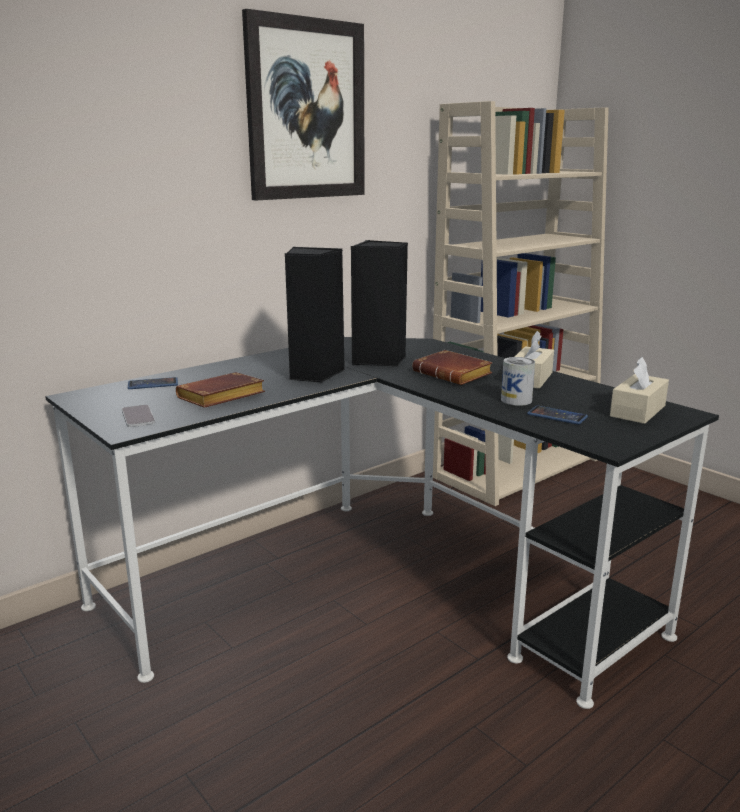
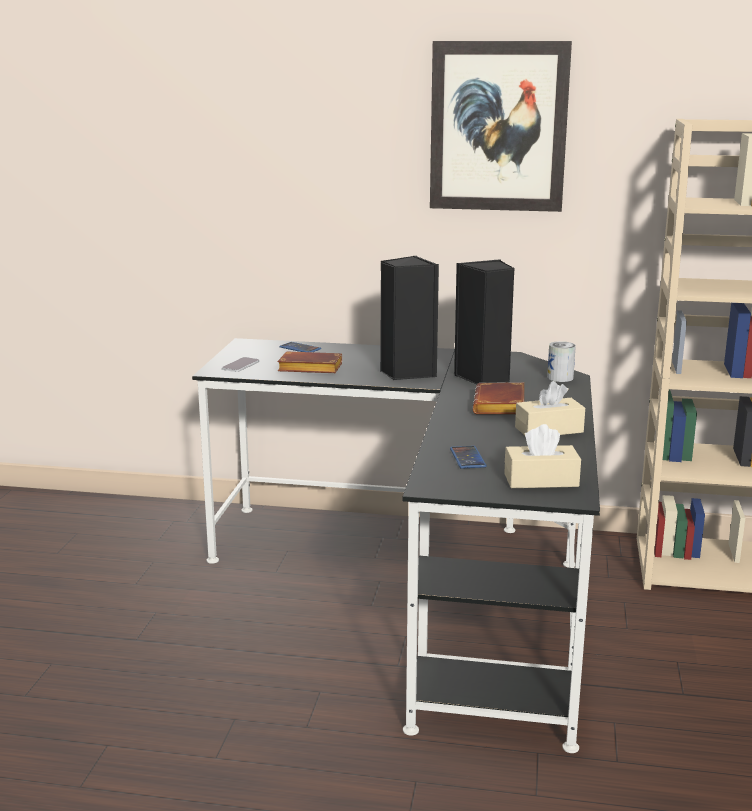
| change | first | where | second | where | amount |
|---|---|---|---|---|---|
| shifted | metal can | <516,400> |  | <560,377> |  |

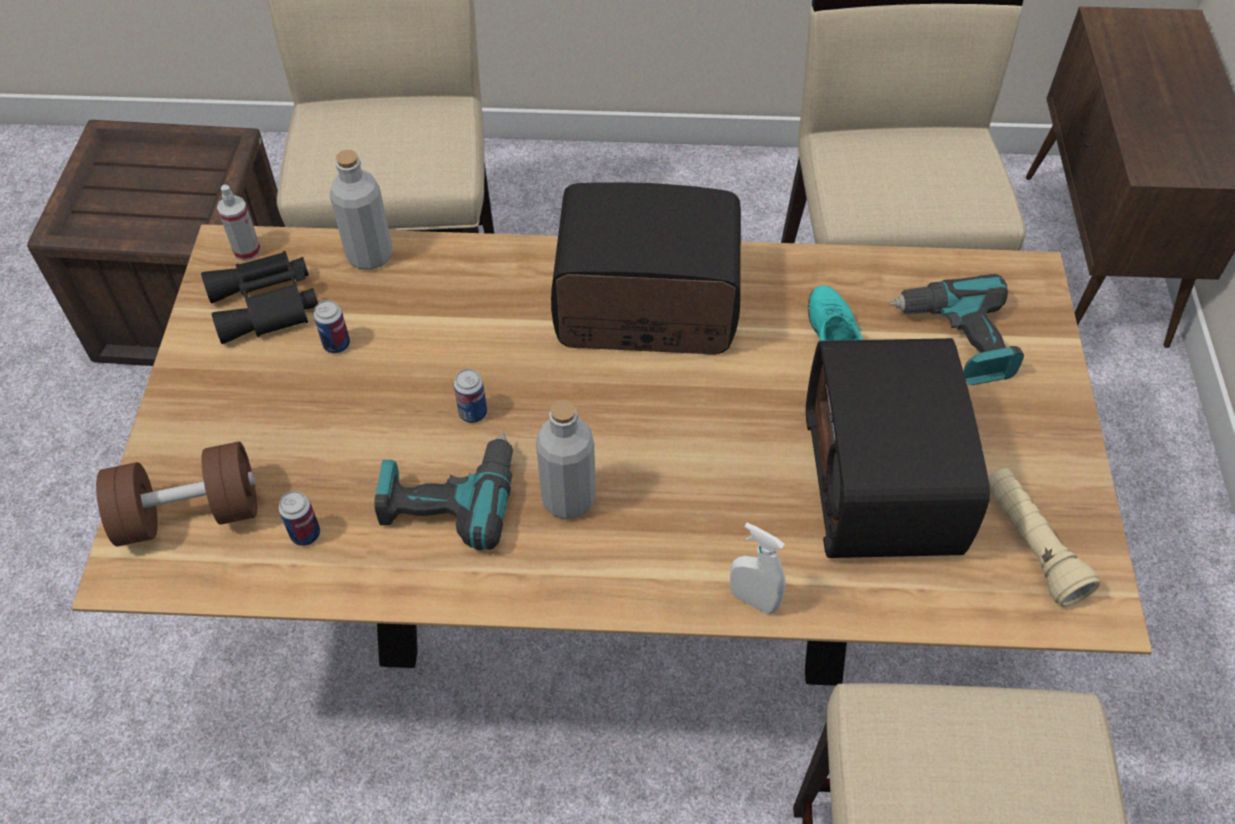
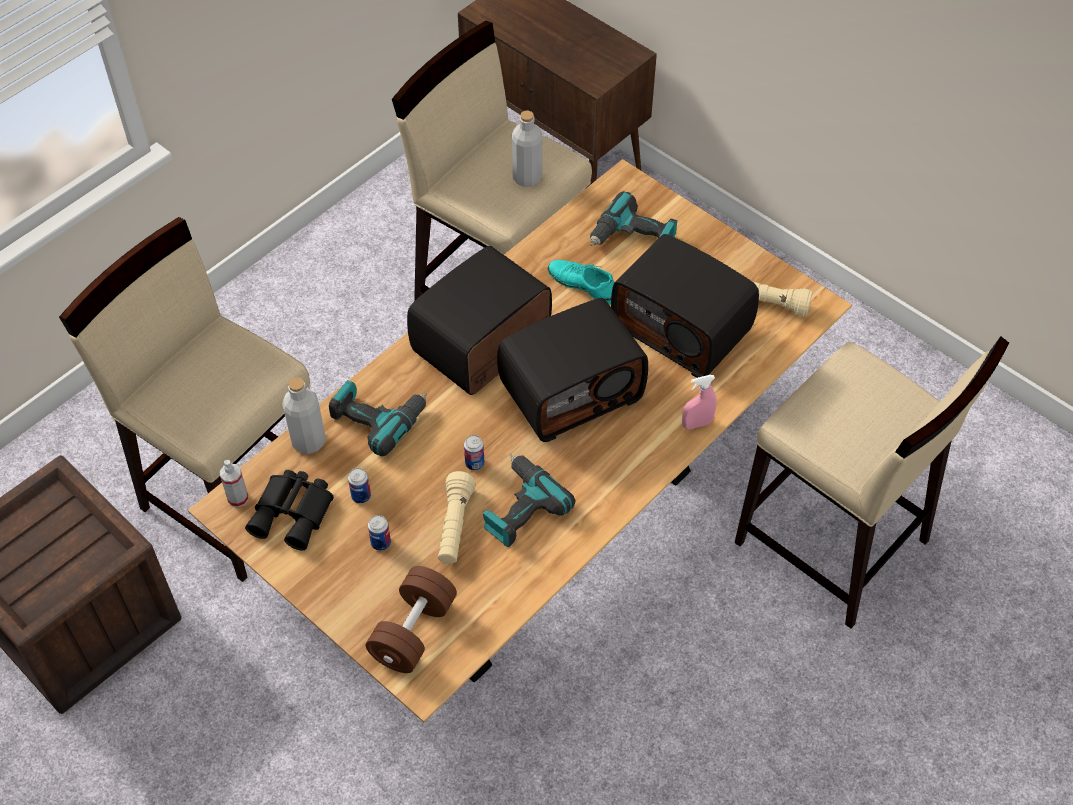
| change | first | where | second | where | amount |
|---|---|---|---|---|---|
| shifted | metal can | <305,534> |  | <381,543> |  |
| shifted | beverage bottle/gray | <568,499> |  | <527,177> |  |
| repainted | sprayer/white-coloured | <753,600> | sprayer/pinkish | <697,424> |  |
| new |  |  | electric drill | <378,418> |  |
| new |  |  | flashlight/beige | <455,526> |  |
| new |  |  | radio receiver | <571,390> |  |

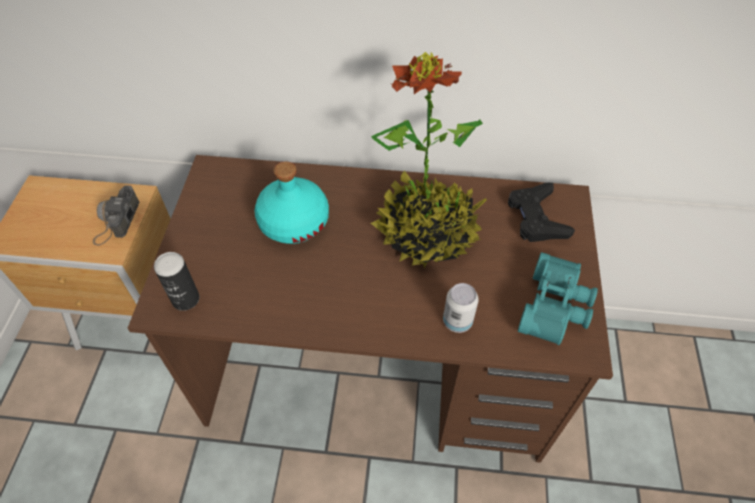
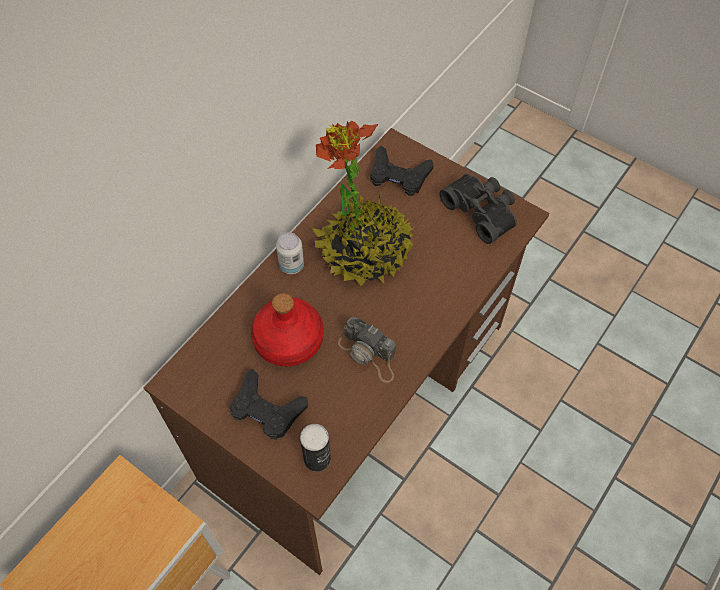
| change | first | where | second | where | amount |
|---|---|---|---|---|---|
| shifted | still camera | <117,221> |  | <369,354> |  |
| repainted | beverage bottle/turquoise-coloured | <293,221> | beverage bottle/red | <288,340> |  |
| shifted | metal can | <457,321> |  | <291,265> |  |
| repainted | binoculars/turquoise-coloured | <556,307> | binoculars/black-coloured | <482,211> |  |
| new |  |  | game controller/black-coloured | <266,409> |  |

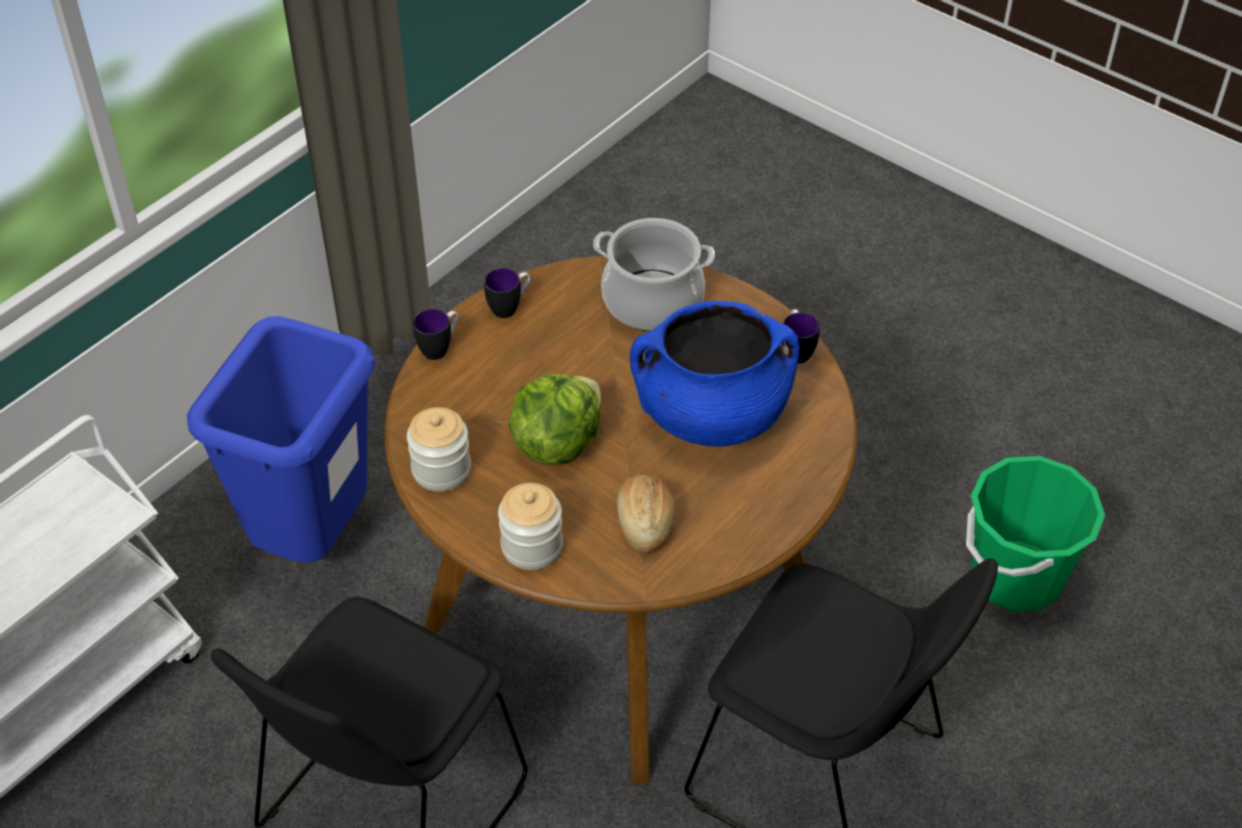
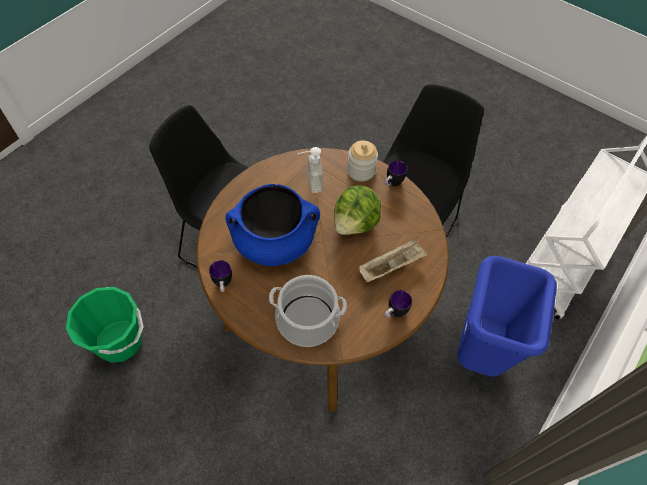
| change | first | where | second | where | amount |
|---|---|---|---|---|---|
| gone | preserve jar | <441,470> |  |  |  |
| shifted | tea mug | <440,348> |  | <392,184> |  |
| swapped | bakery bread | <645,522> | soap dispenser | <309,183> |  |
| new |  |  | serving tray/beige | <391,266> |  |

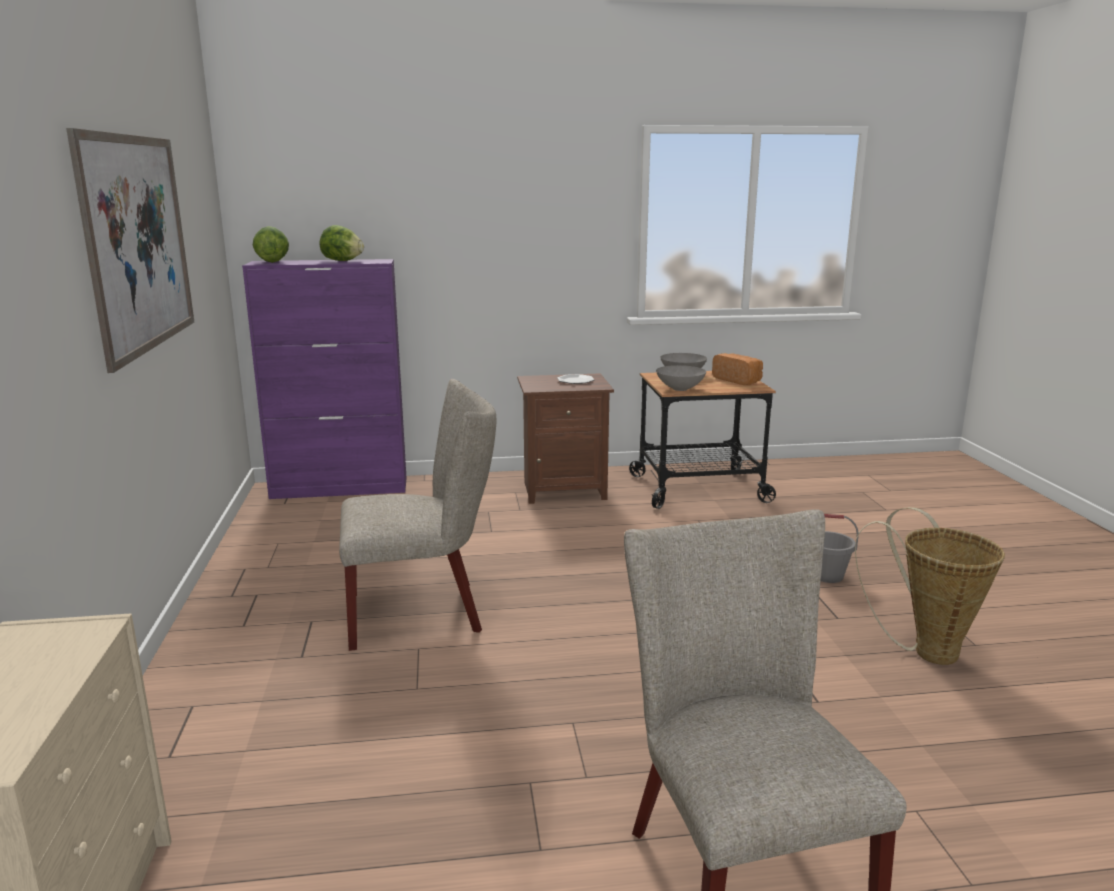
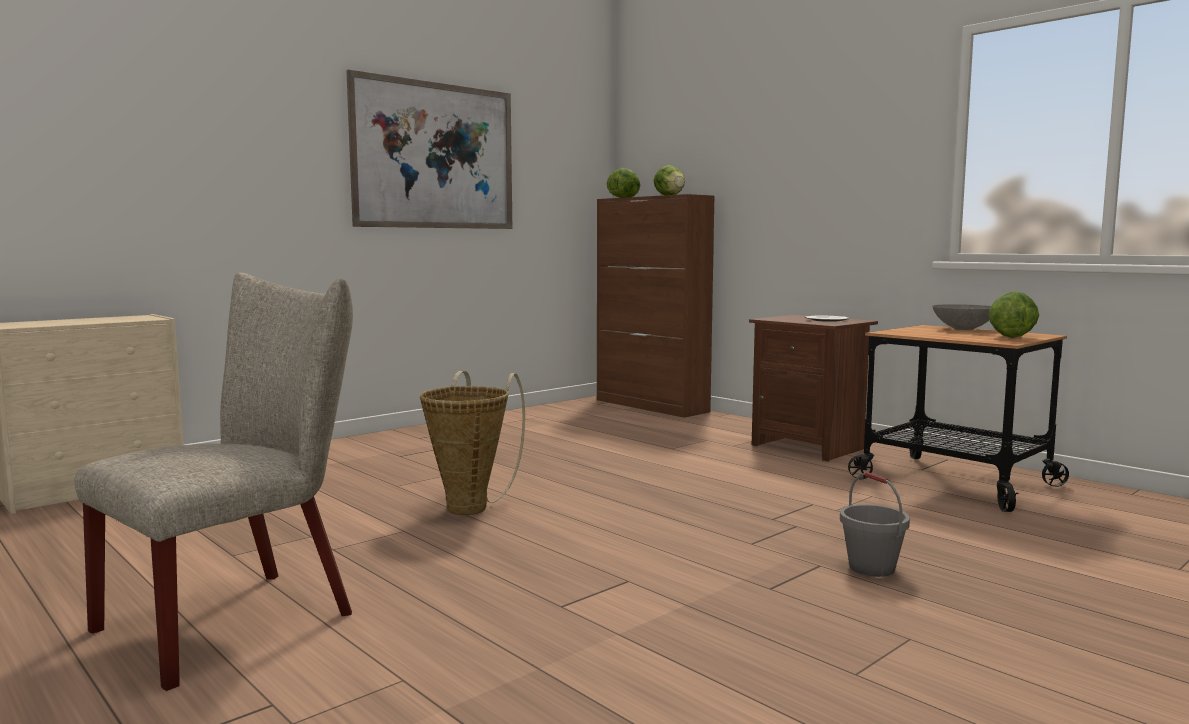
| change | first | where | second | where | amount |
|---|---|---|---|---|---|
| repainted | storage cabinet/purplish | <340,488> | storage cabinet/brown-coloured | <651,406> |  |
| gone | chair/beige | <423,612> |  |  |  |
| gone | deep dish/gray | <680,389> |  |  |  |
| swapped | bakery bread | <738,380> | head of lettuce | <1011,337> |  |
| shifted | household basket | <926,650> |  | <471,506> |  |

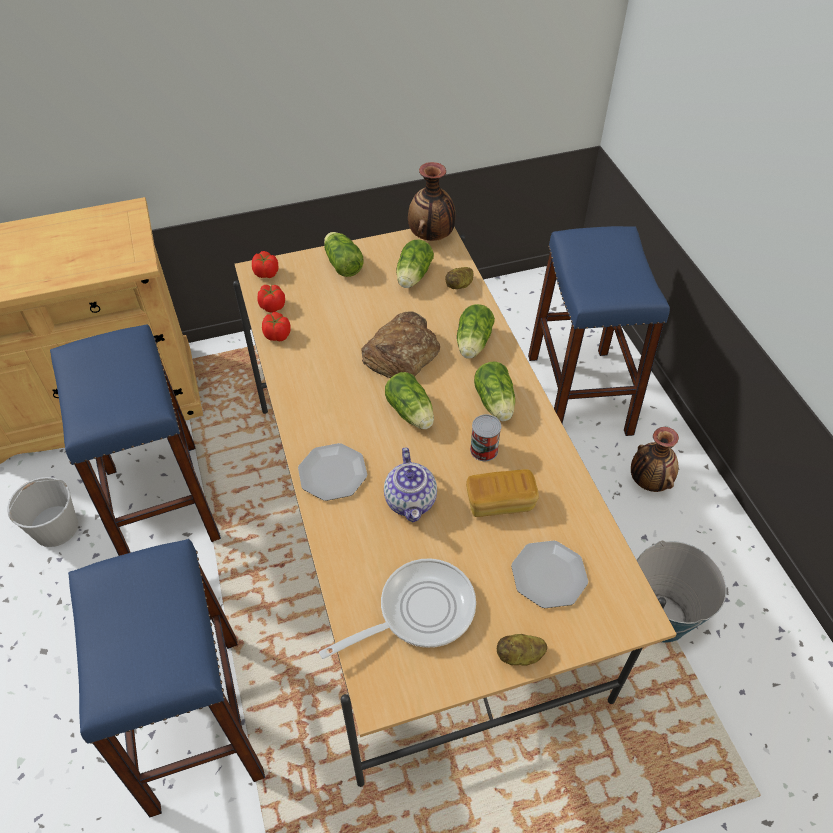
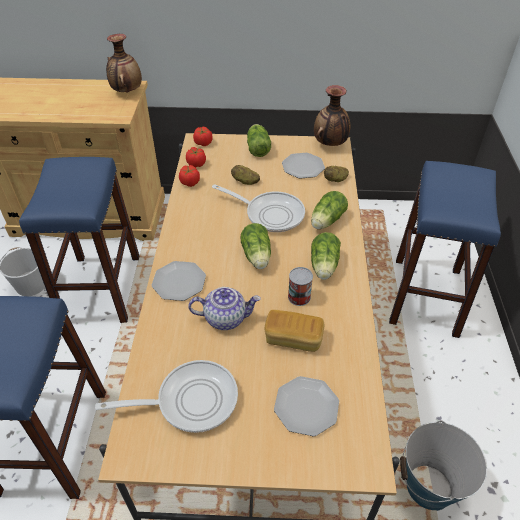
| change | first | where | second | where | amount |
|---|---|---|---|---|---|
| swapped | bakery bread | <401,352> | skillet | <270,214> |  |
| rotated | teapot | <411,501> |  | <226,318> | 105 degrees counterclockwise |
| swapped | head of lettuce | <412,277> | dinner plate | <303,167> |  |
| shifted | potato | <520,656> |  | <245,181> |  |
| shifted | decorative vase | <648,481> |  | <126,91> |  |

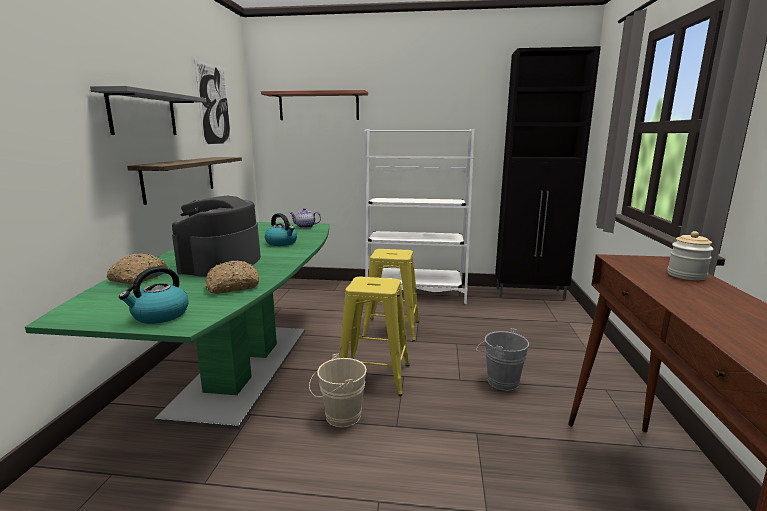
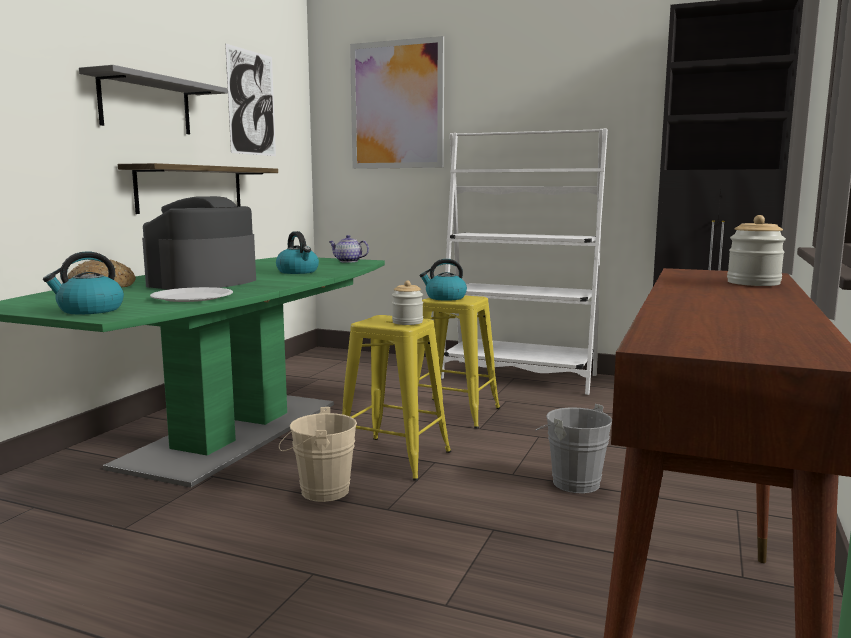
| change | first | where | second | where | amount |
|---|---|---|---|---|---|
| swapped | bakery bread | <232,286> | dinner plate/white-coloured | <192,297> |  |
| swapped | bracket shelf | <318,106> | wall picture | <397,105> |  |
| new |  |  | preserve jar | <407,322> |  |
| new |  |  | kettle | <445,298> |  |

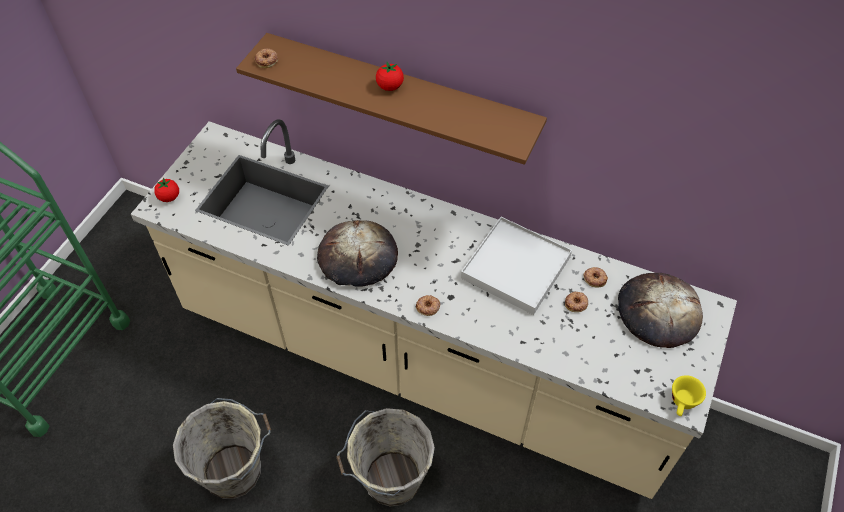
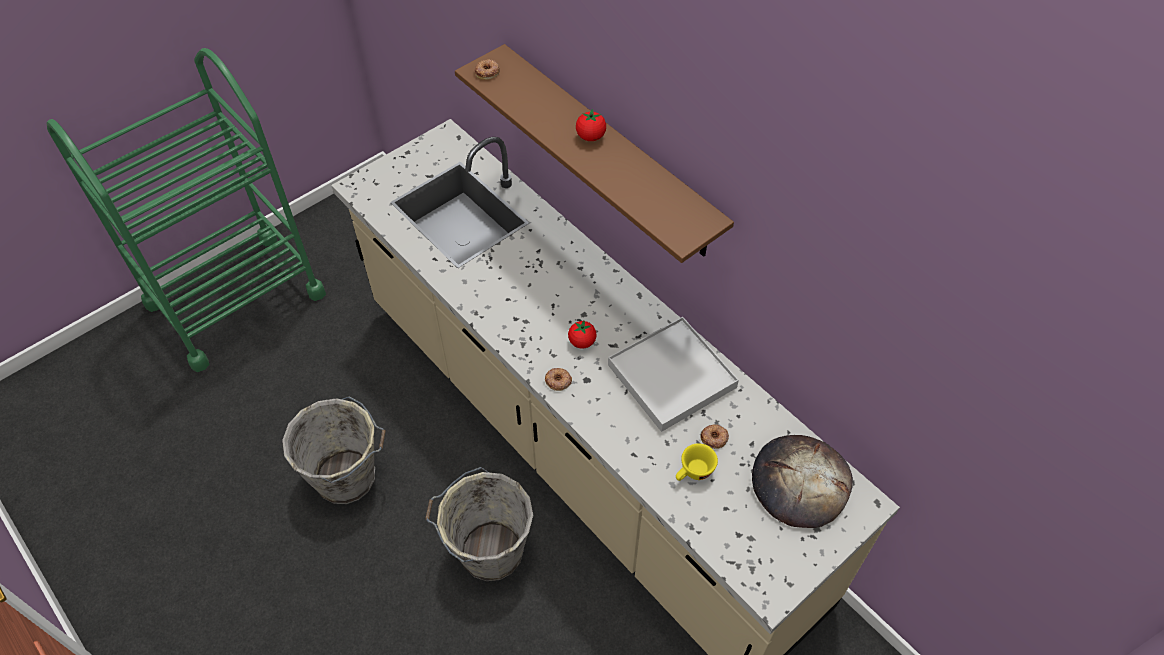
| change | first | where | second | where | amount |
|---|---|---|---|---|---|
| shifted | tomato | <169,197> |  | <582,342> |  |
| gone | bakery bread | <357,257> |  |  |  |
| gone | donut | <595,278> |  |  |  |
| shifted | drinking cup/yellow | <682,403> |  | <693,473> |  |

